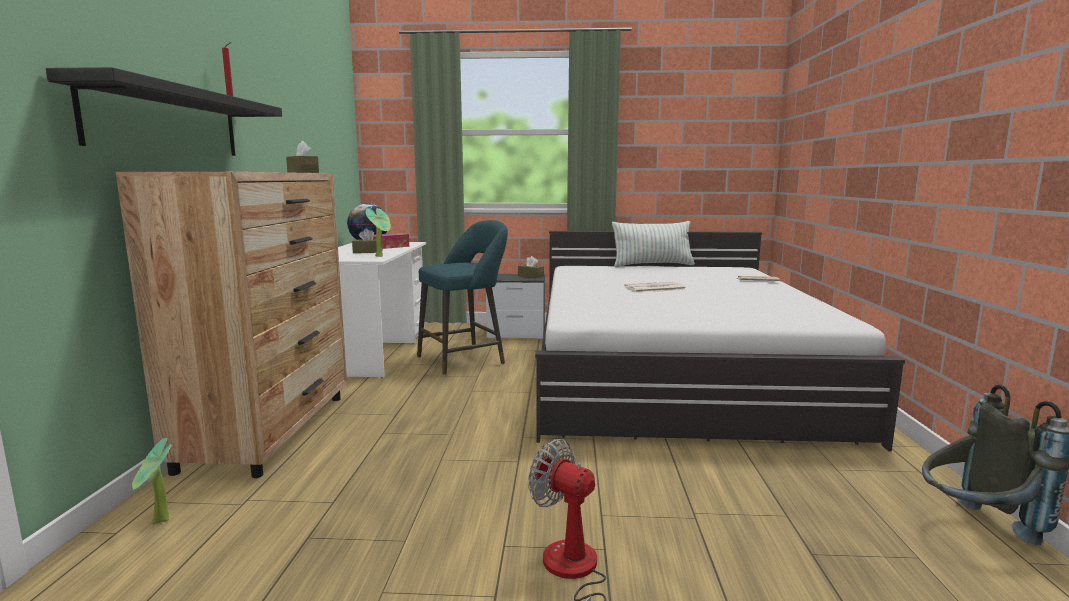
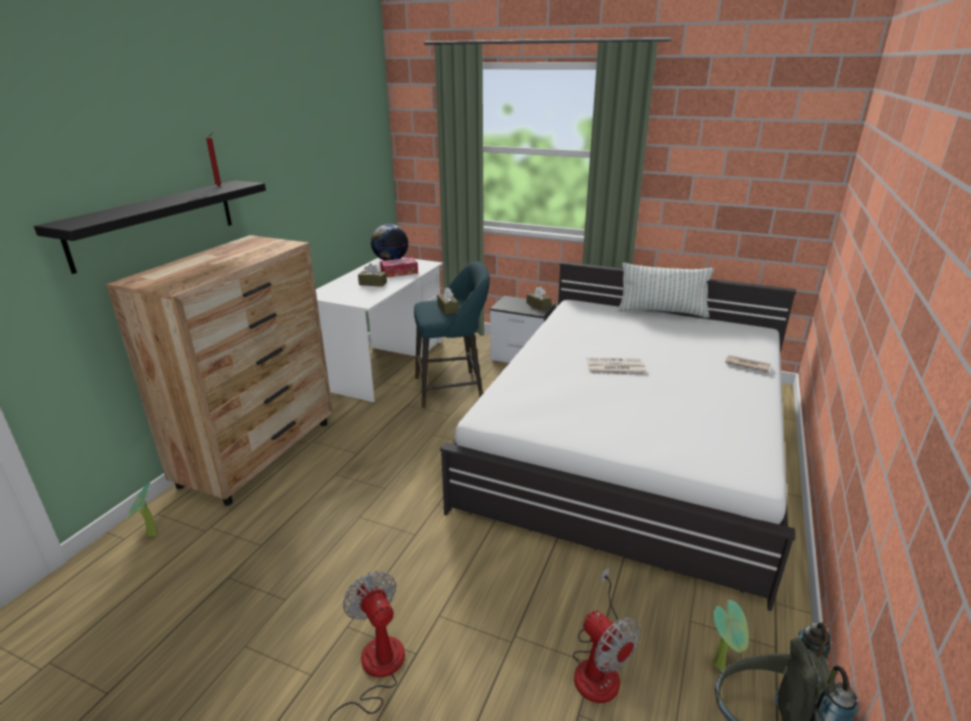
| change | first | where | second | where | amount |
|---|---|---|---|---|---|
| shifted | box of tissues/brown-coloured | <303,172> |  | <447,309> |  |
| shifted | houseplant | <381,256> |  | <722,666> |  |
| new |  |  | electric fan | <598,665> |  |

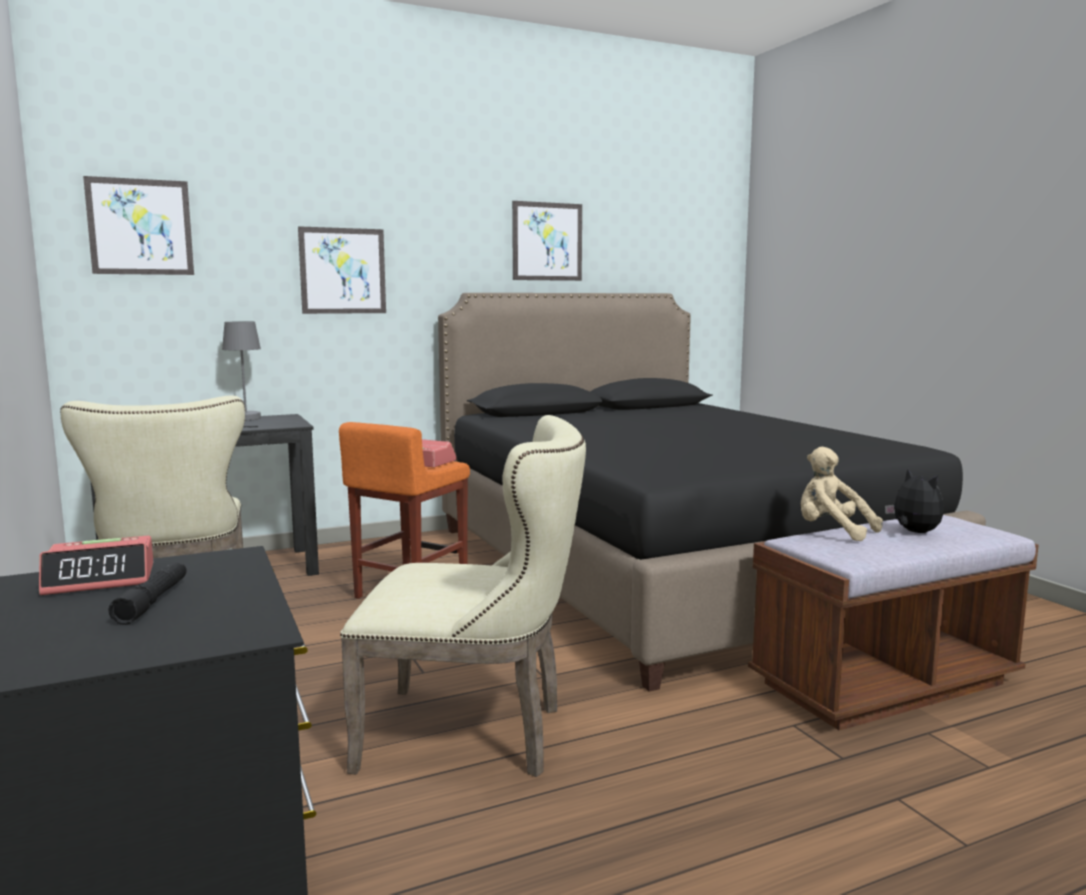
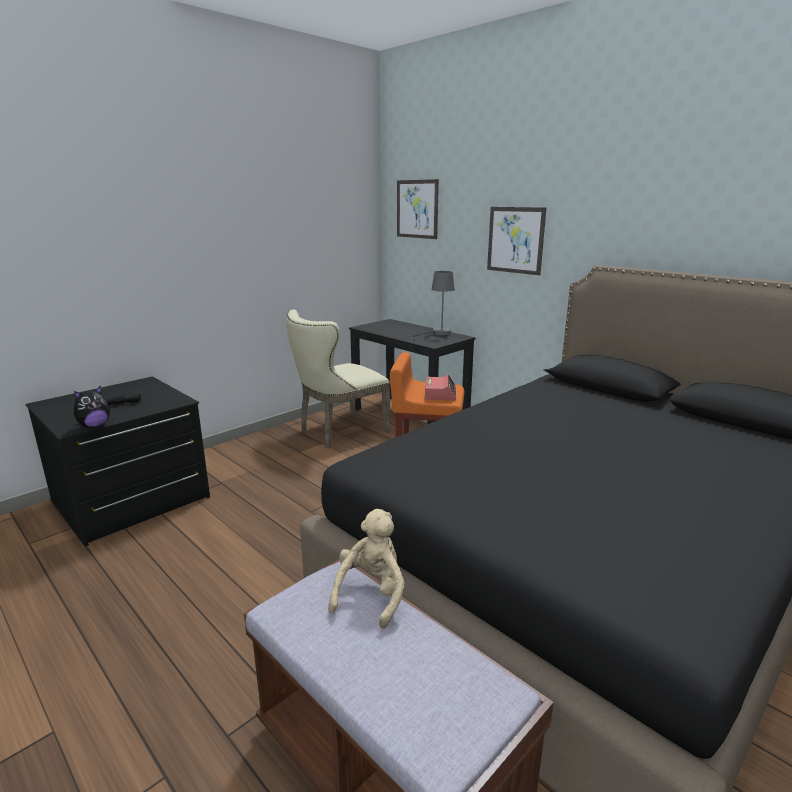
| change | first | where | second | where | amount |
|---|---|---|---|---|---|
| gone | bedside clock | <101,579> |  |  |  |
| gone | chair/beige | <476,734> |  |  |  |
| gone | wall picture | <547,241> |  |  |  |
| shifted | plush toy | <914,532> |  | <94,425> |  |

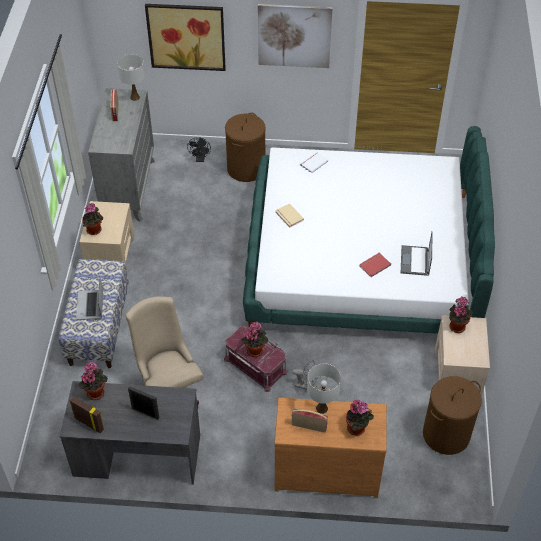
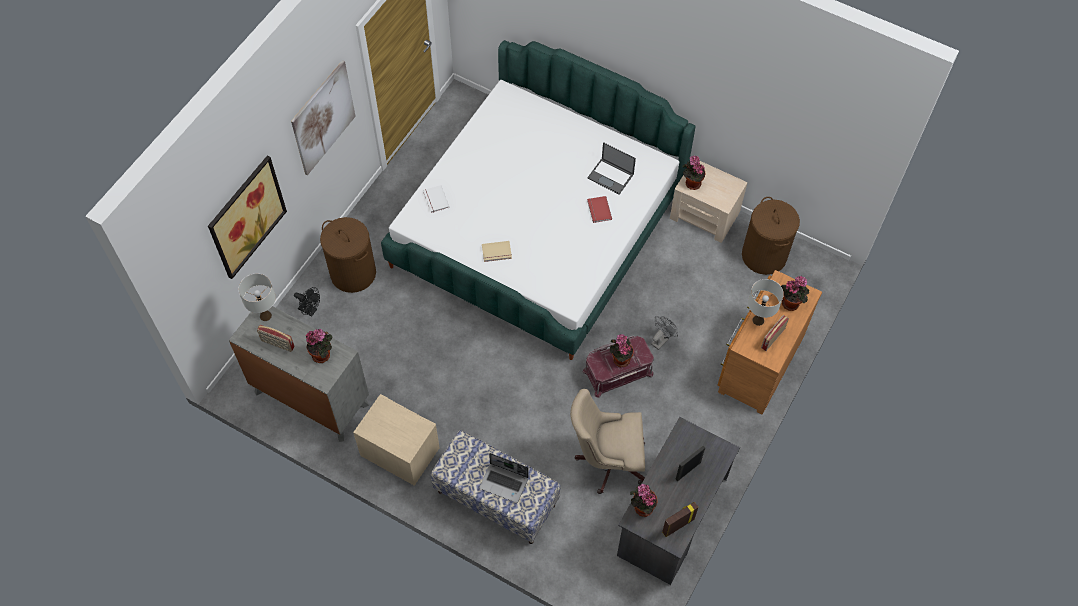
| change | first | where | second | where | amount |
|---|---|---|---|---|---|
| shifted | houseplant | <95,231> |  | <323,355> |  |

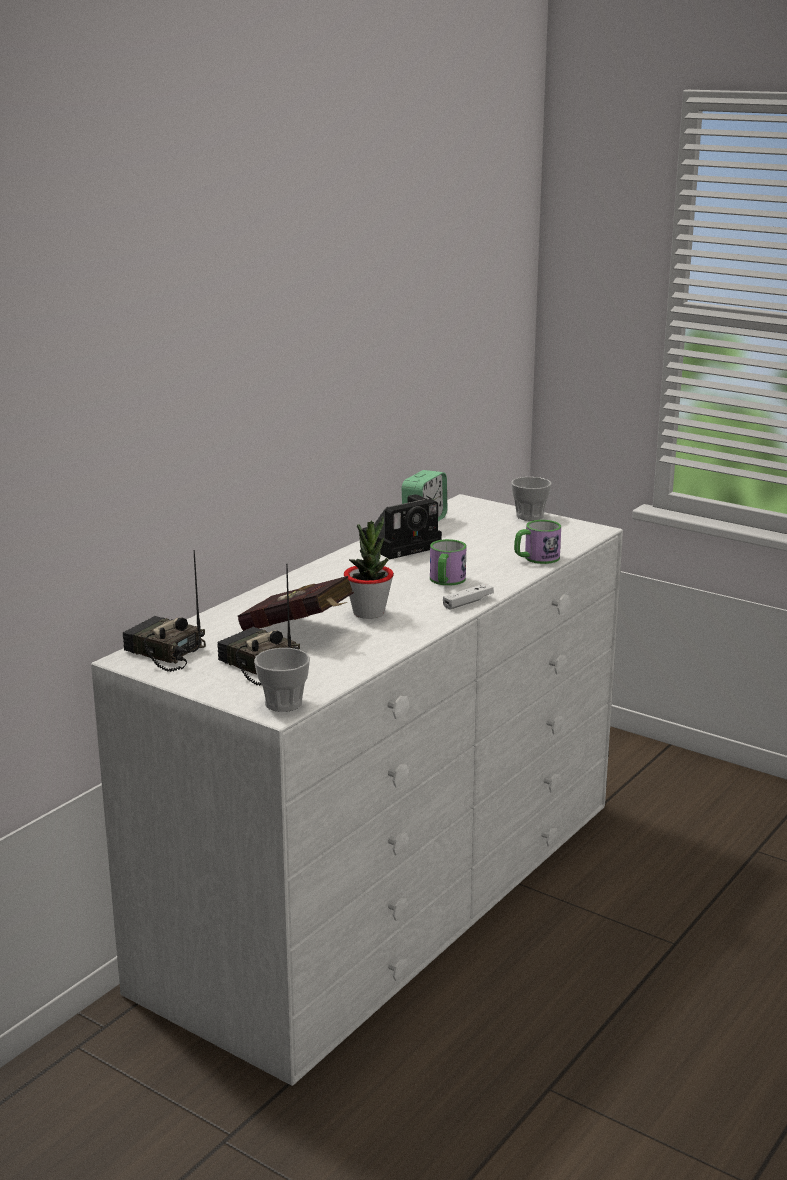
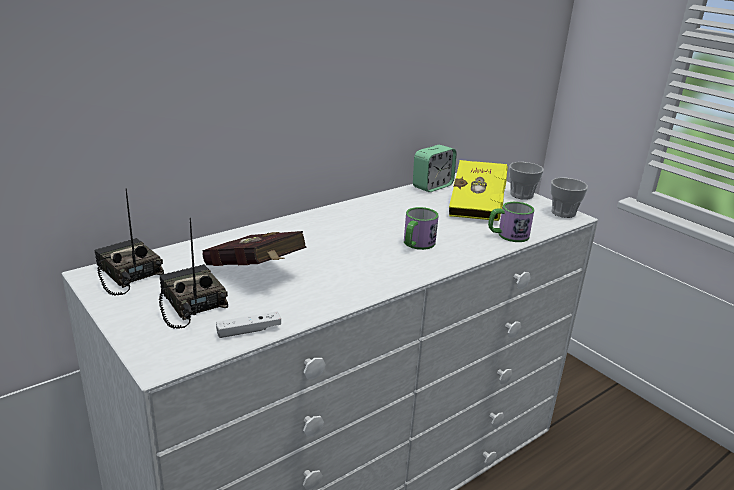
| change | first | where | second | where | amount |
|---|---|---|---|---|---|
| shifted | drinking cup | <283,703> |  | <563,213> |  |
| gone | houseplant | <369,613> |  |  |  |
| gone | still camera | <404,545> |  |  |  |
| shifted | game controller/white-coloured | <468,602> |  | <249,331> |  |
| new |  |  | volume/yellow | <477,207> |  |

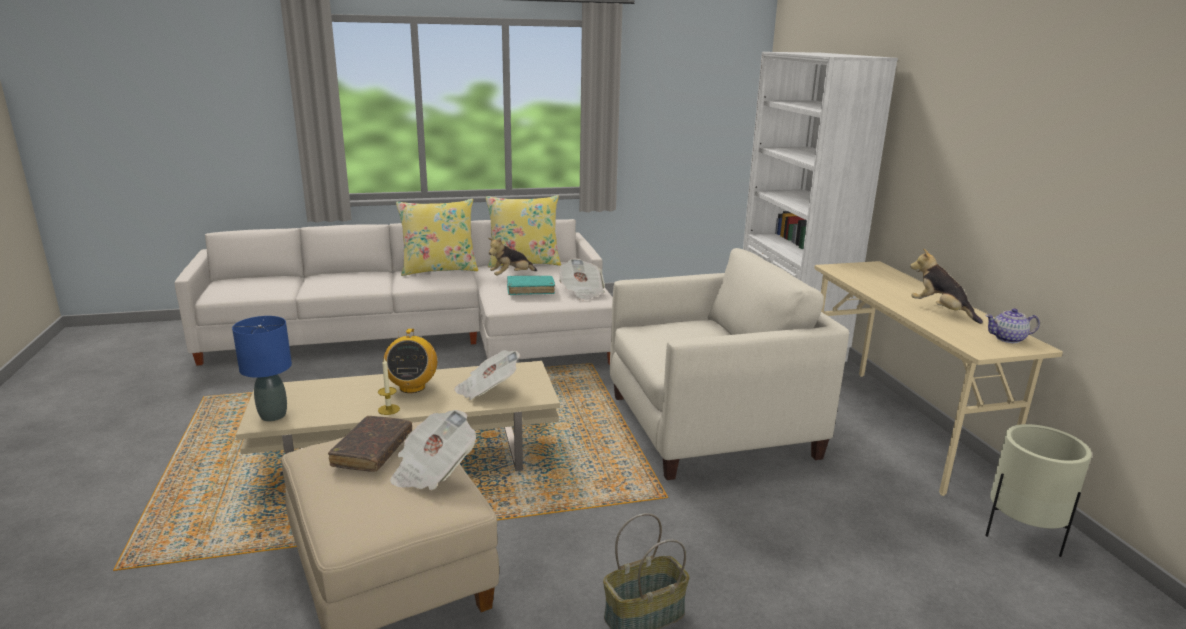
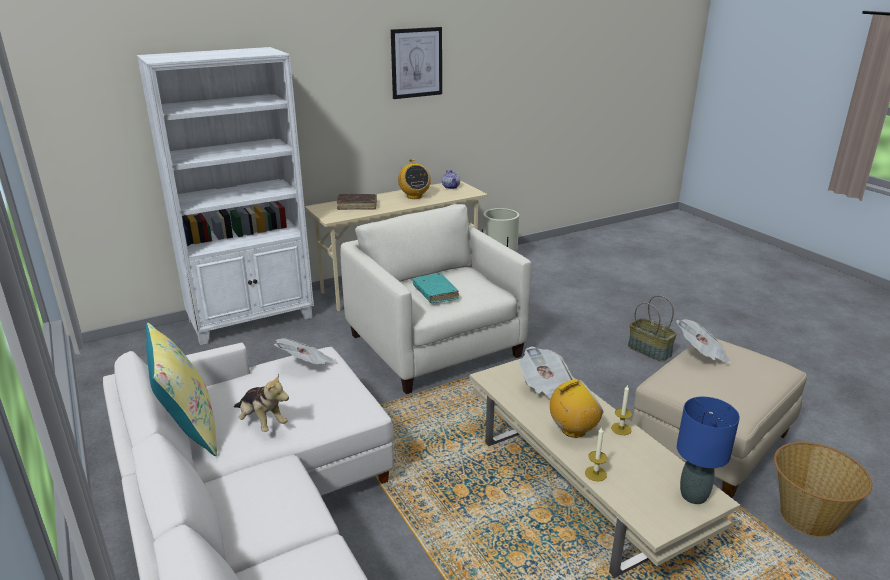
| change | first | where | second | where | amount |
|---|---|---|---|---|---|
| shifted | volume/brown-coloured | <372,451> |  | <357,206> |  |
| gone | cushion/yellow | <439,269> |  |  |  |
| shifted | volume/turquoise-coloured | <530,290> |  | <435,293> |  |
| swapped | plush toy | <940,311> | radio receiver | <414,196> |  |
| new |  |  | wall picture | <416,62> |  |
| new |  |  | candle | <595,473> |  |
| new |  |  | household basket | <807,516> |  |

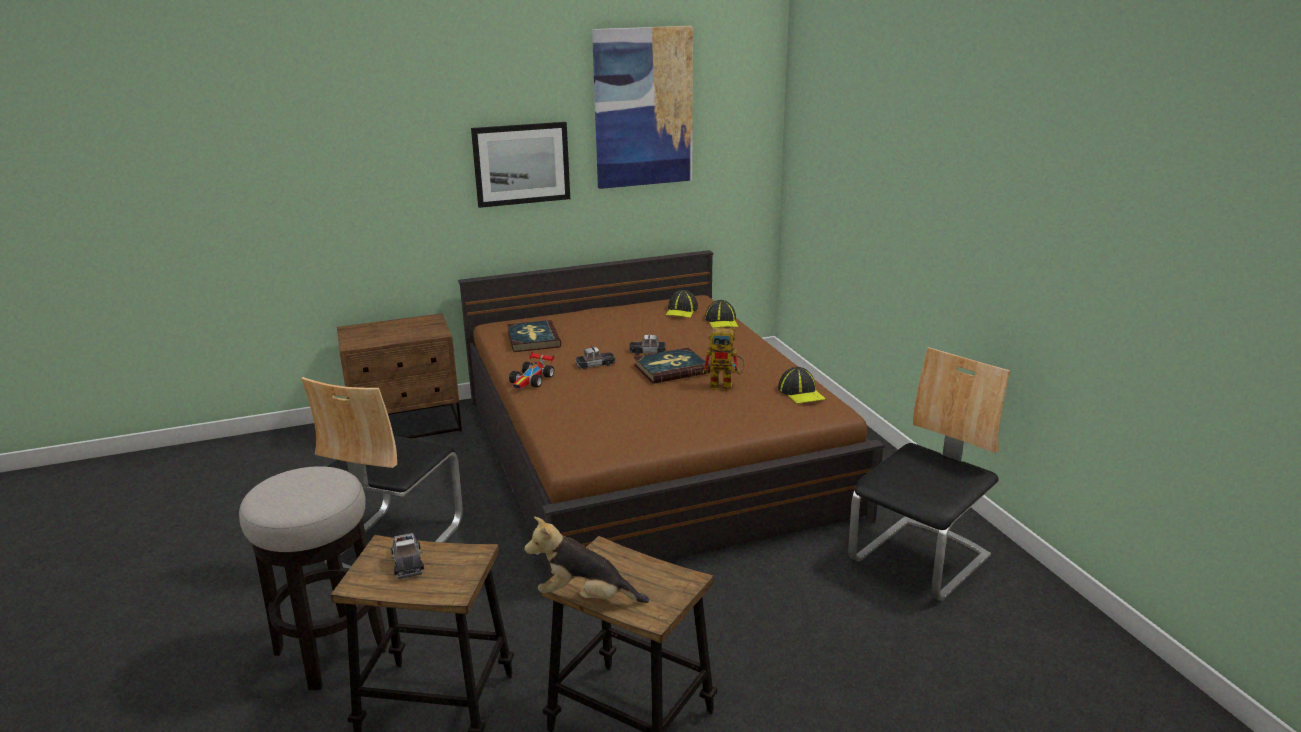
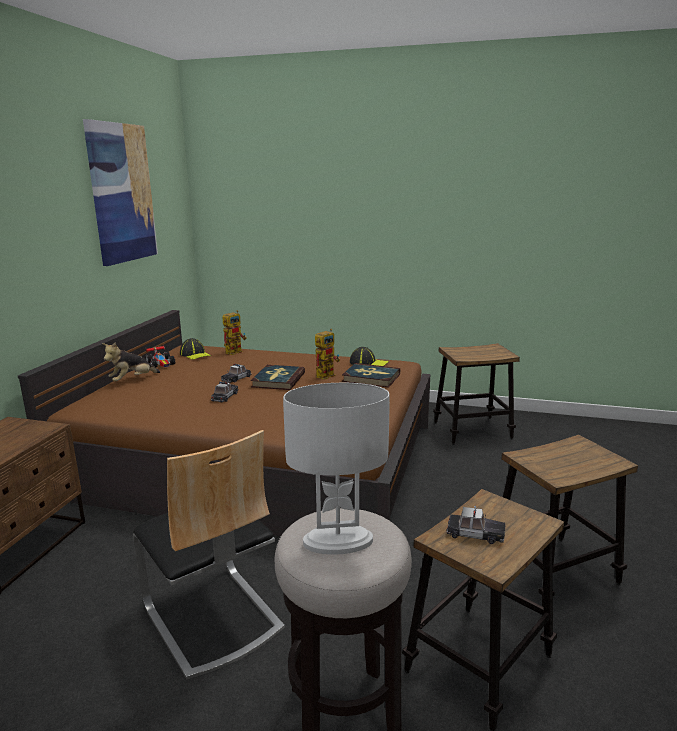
| change | first | where | second | where | amount |
|---|---|---|---|---|---|
| gone | wall picture | <521,164> |  |  |  |
| shifted | volume | <533,339> |  | <371,378> |  |
| shifted | miniature car | <532,380> |  | <161,363> |  |
| shifted | plush toy | <585,597> |  | <132,380> |  |
| swapped | baseball cap | <722,321> | toy robot | <235,351> |  |
| swapped | chair | <920,559> | stool seat | <472,430> |  |
| new |  |  | lamp for a table/white-coloured | <338,541> |  |

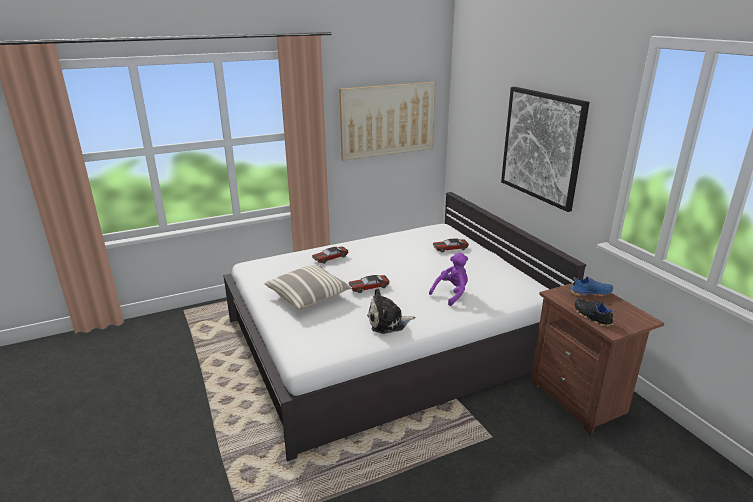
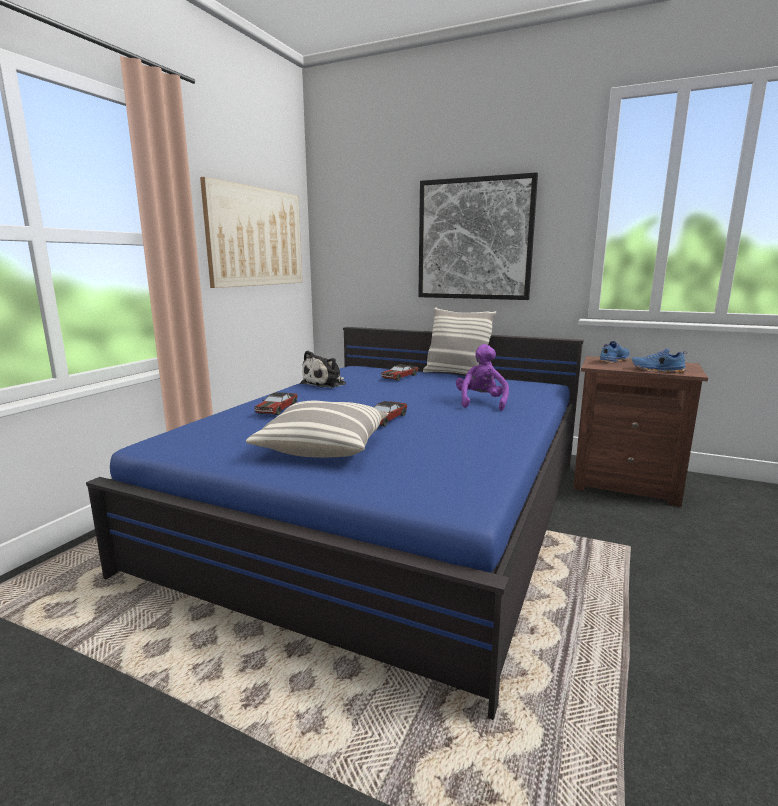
| change | first | where | second | where | amount |
|---|---|---|---|---|---|
| repainted | bed/white-coloured | <389,341> | bed/blue-coloured | <389,508> |  |
| shifted | plush toy | <388,322> |  | <326,384> |  |
| repainted | shoe/black-coloured | <591,317> | shoe/blue-coloured | <657,370> |  |
| new |  |  | cushion | <456,374> |  |

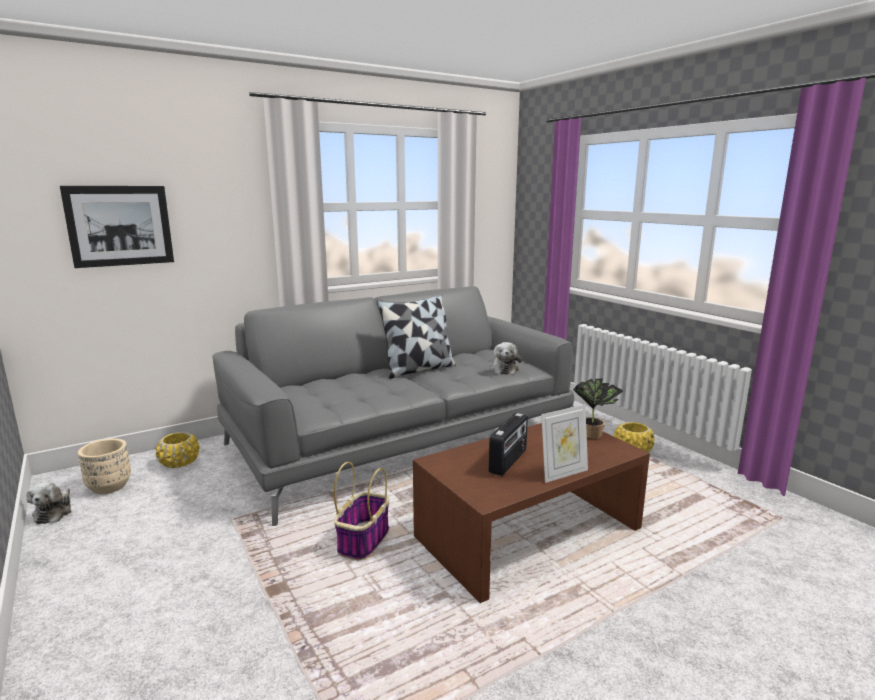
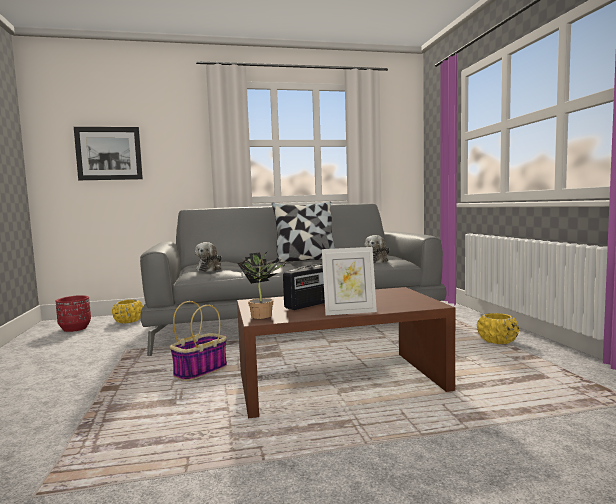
| change | first | where | second | where | amount |
|---|---|---|---|---|---|
| shifted | plush toy | <54,512> |  | <210,269> |  |
| repainted | planter/beige | <109,487> | planter/red | <75,328> |  |
| shifted | houseplant | <594,434> |  | <264,315> |  |

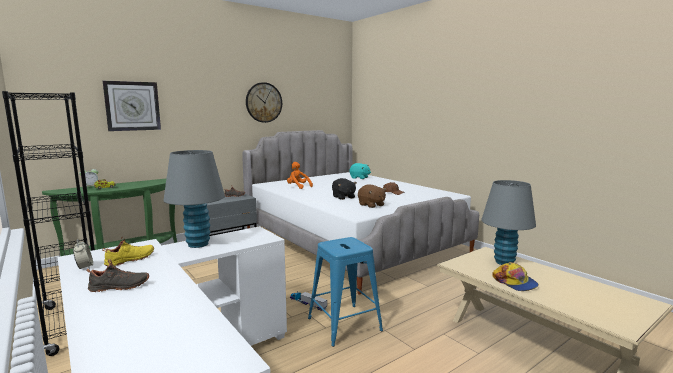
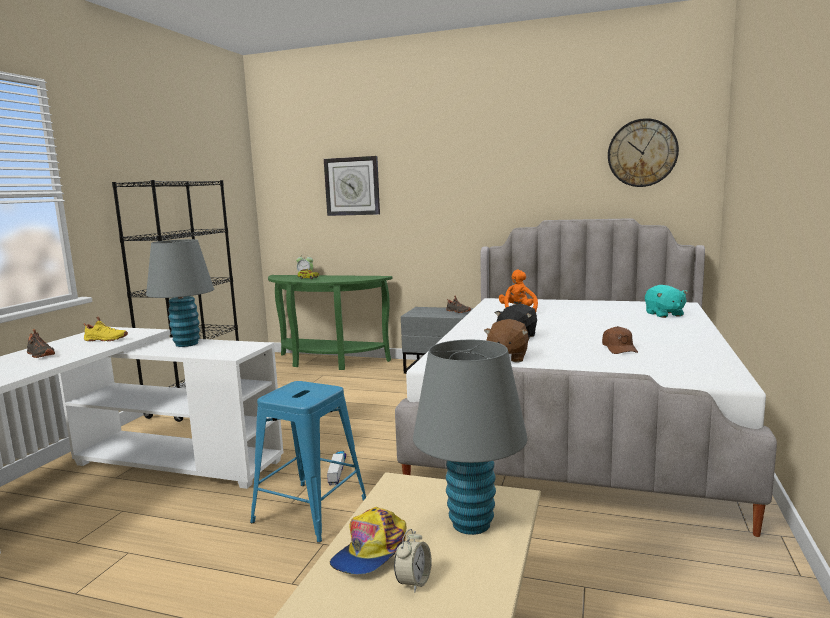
| change | first | where | second | where | amount |
|---|---|---|---|---|---|
| shifted | bedside clock | <84,267> |  | <413,582> |  |
| shifted | wall clock | <264,102> |  | <642,153> |  |

